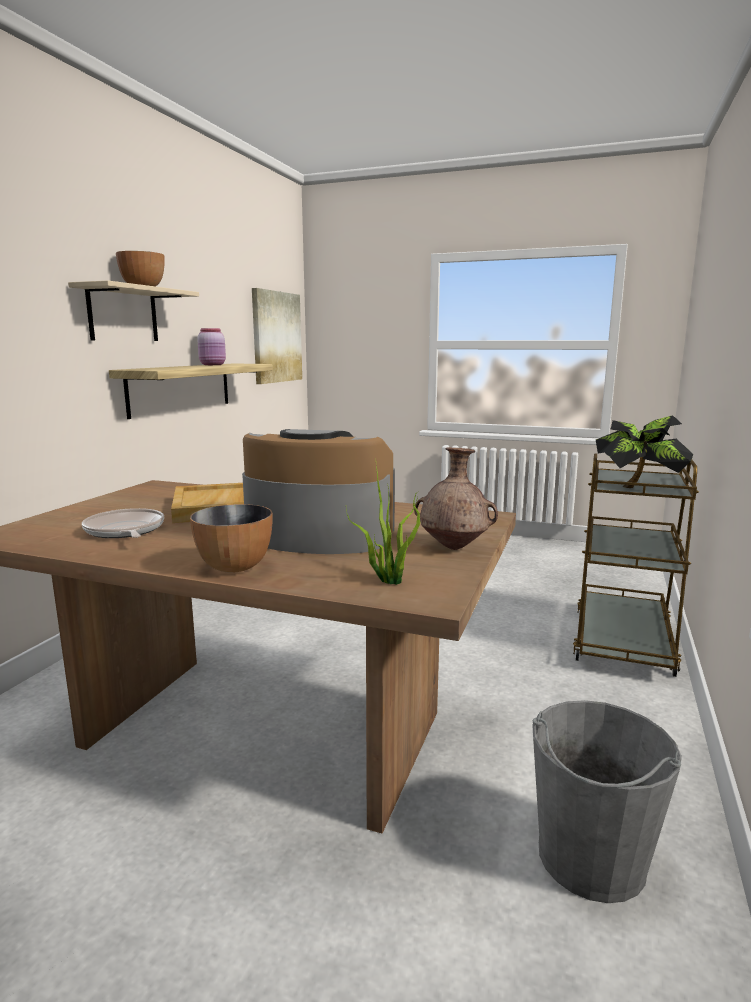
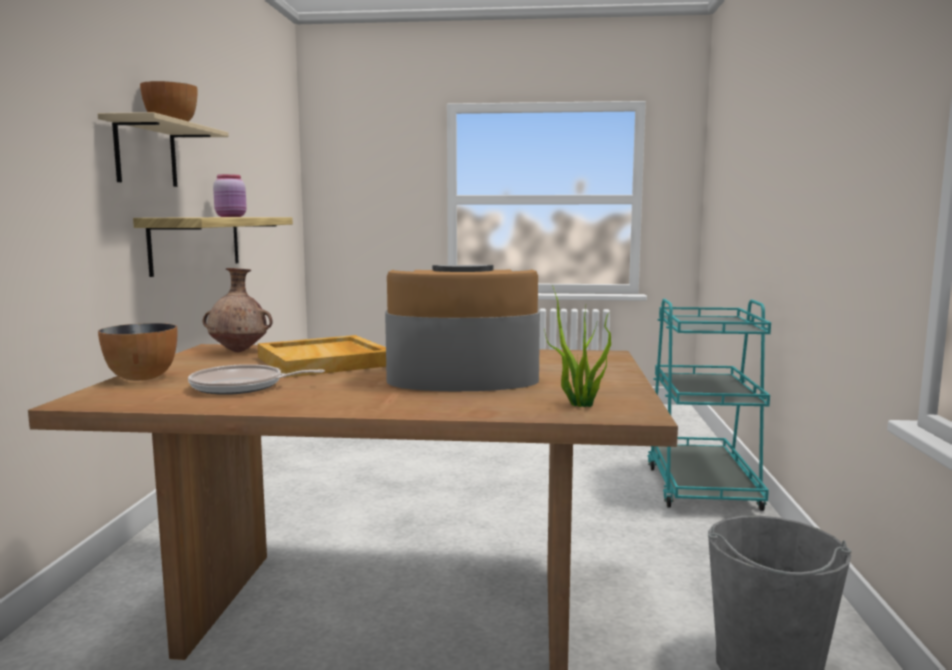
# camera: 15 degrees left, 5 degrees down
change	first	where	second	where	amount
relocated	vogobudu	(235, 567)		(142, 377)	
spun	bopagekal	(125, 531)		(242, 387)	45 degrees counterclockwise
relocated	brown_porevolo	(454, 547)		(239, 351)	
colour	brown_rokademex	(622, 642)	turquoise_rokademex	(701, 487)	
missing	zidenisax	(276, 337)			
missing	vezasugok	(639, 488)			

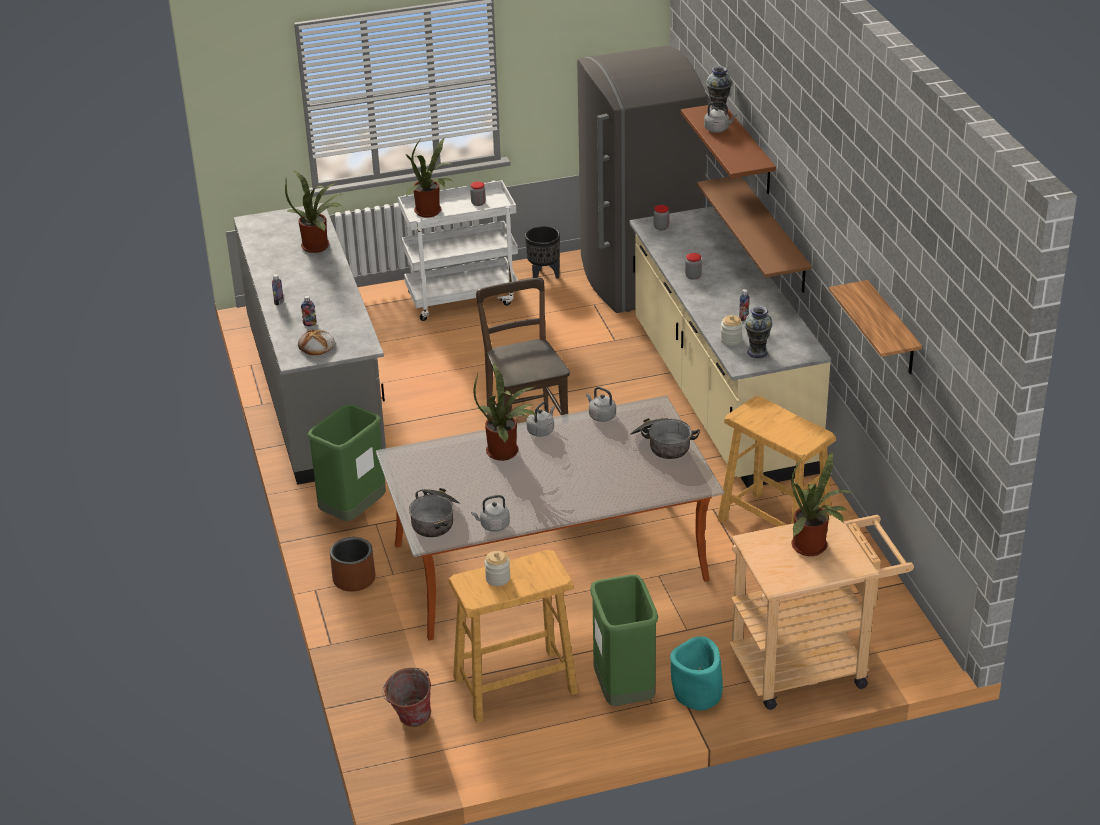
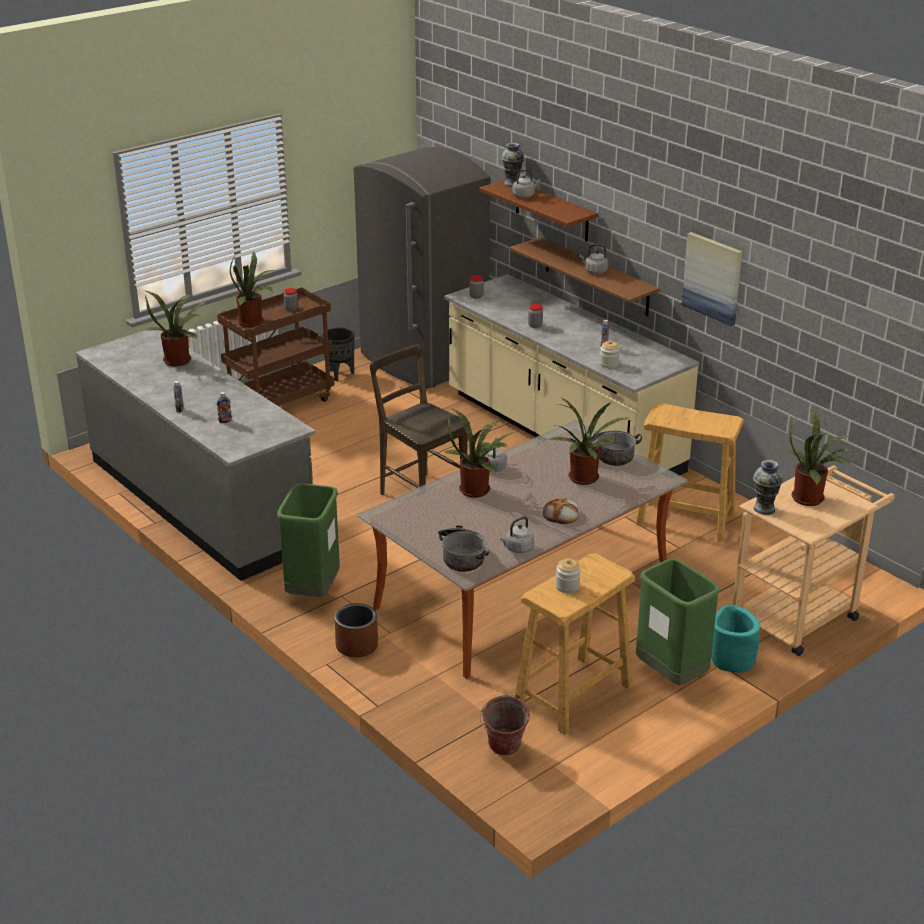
# camera: 25 degrees left, 5 degrees down
change	first	where	second	where	amount
colour	white_rokademex	(463, 298)	brown_rokademex	(280, 403)	
relocated	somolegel	(316, 346)		(561, 515)	
appeared			vezasugok	(583, 480)	
relocated	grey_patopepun	(601, 416)		(594, 271)	
appeared			zidenisax	(713, 278)	
relocated	porevolo	(757, 352)		(764, 509)	
missing	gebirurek	(892, 330)			

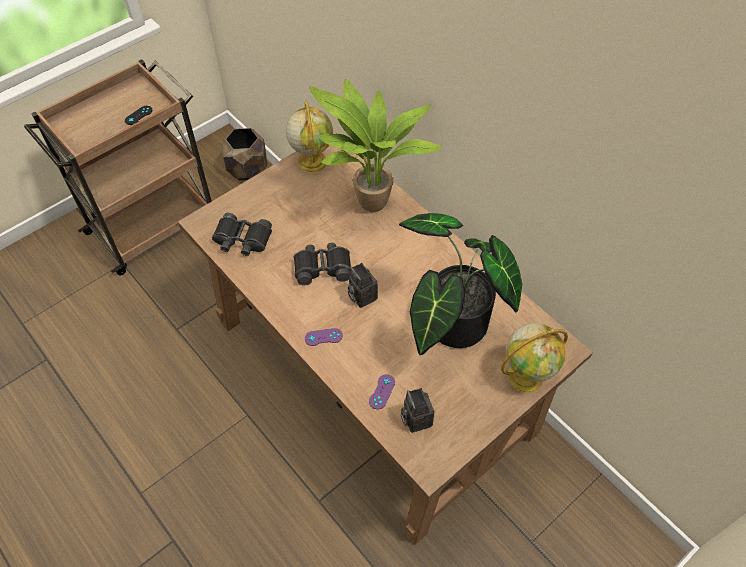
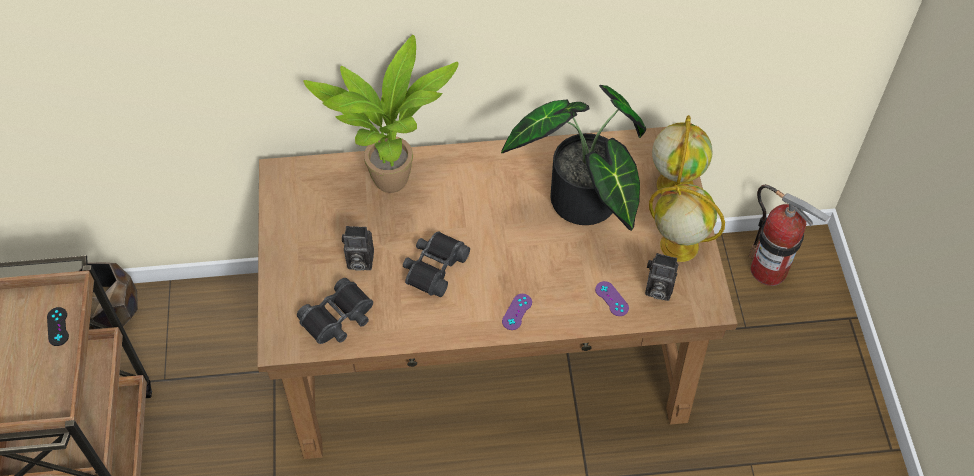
# camera: 55 degrees left, 0 degrees up
change	first	where	second	where	amount
relocated	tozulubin	(361, 296)		(358, 261)	
relocated	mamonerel	(312, 161)		(677, 245)	
appeared			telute	(769, 270)	

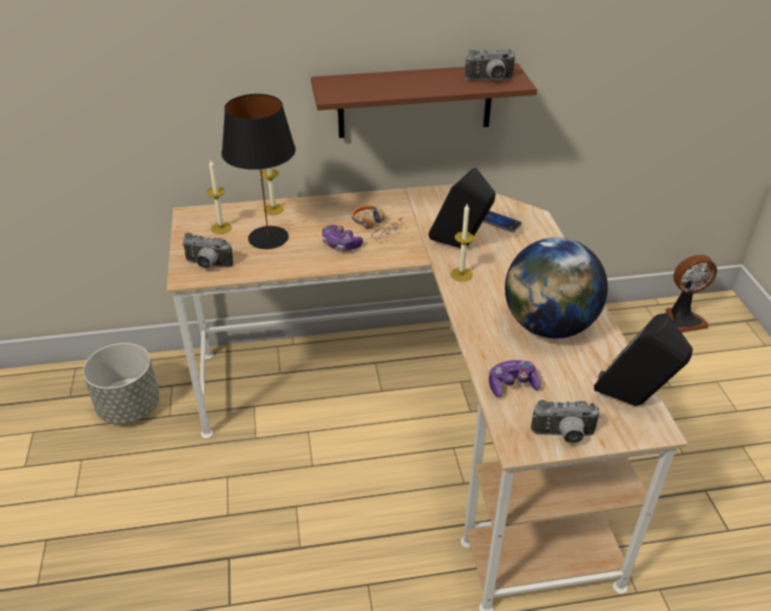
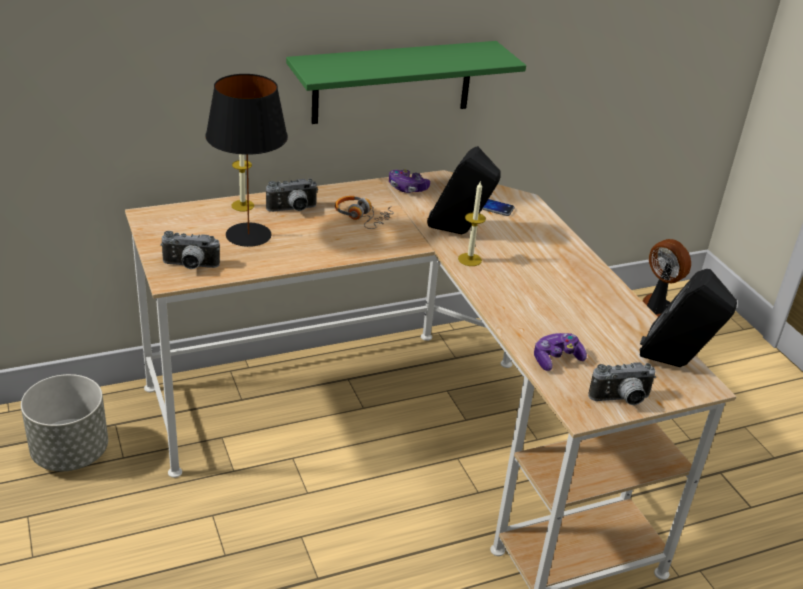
# camera: 15 degrees left, 5 degrees down
change	first	where	second	where	amount
relocated	tozulubin	(490, 80)		(293, 210)	
colour	brown_gebirurek	(415, 101)	green_gebirurek	(392, 82)	
relocated	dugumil	(340, 244)		(407, 188)	
spun	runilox	(682, 319)		(657, 310)	105 degrees counterclockwise
missing	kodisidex	(221, 228)			
missing	mamonerel	(548, 326)			

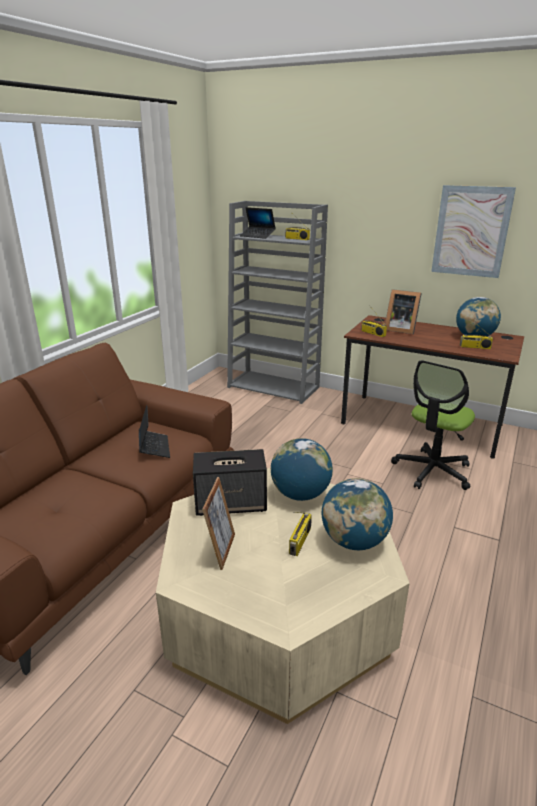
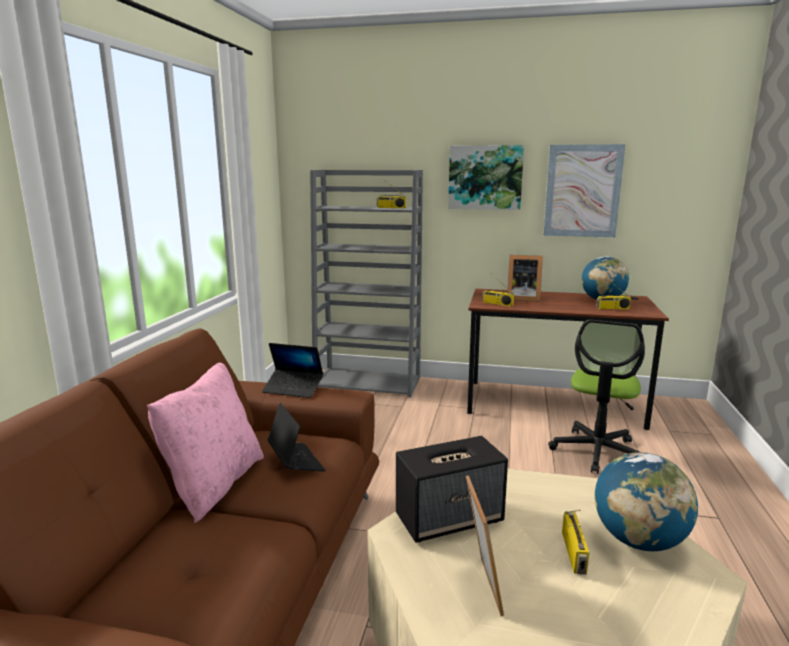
# camera: 15 degrees left, 10 degrees down
change	first	where	second	where	amount
appeared			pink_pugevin	(213, 484)	
relocated	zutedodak	(257, 236)		(293, 389)	
appeared			zidenisax	(485, 177)	
missing	mamonerel	(300, 494)			

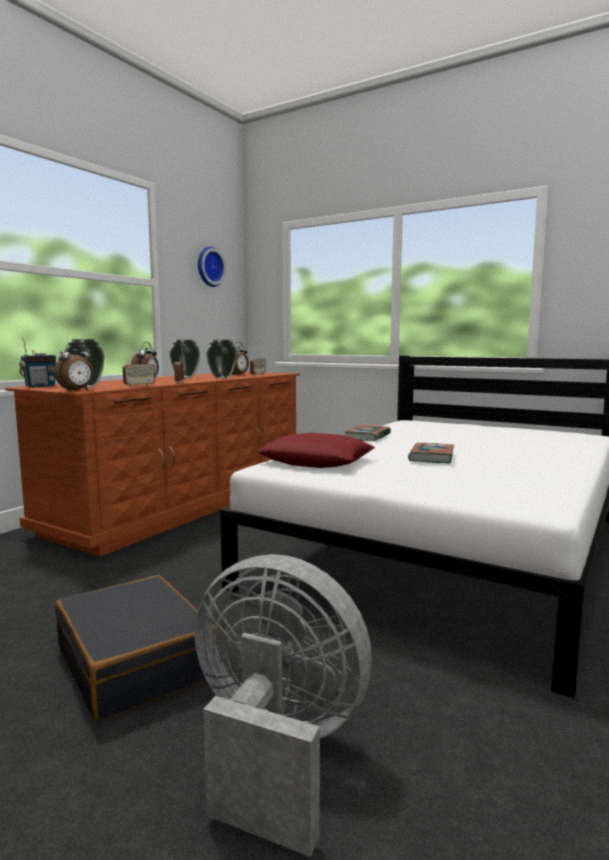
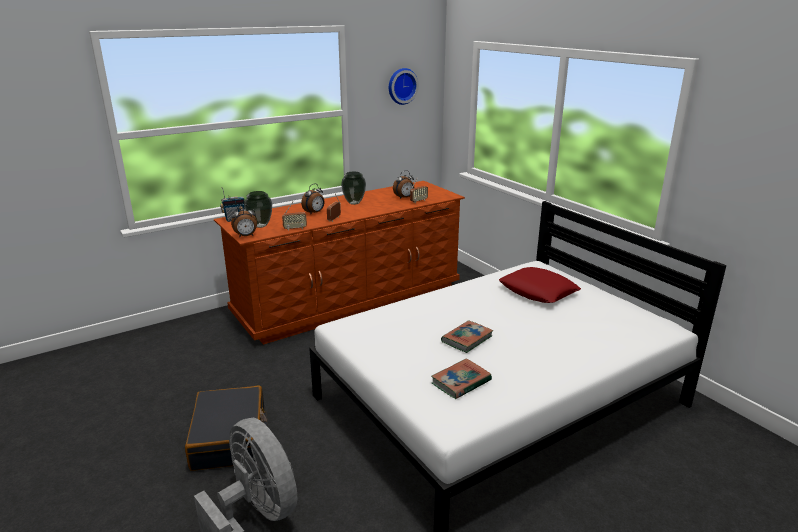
# camera: 25 degrees right, 15 degrees up
change	first	where	second	where	amount
relocated	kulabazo	(368, 436)		(461, 382)	
relocated	red_pugevin	(316, 461)		(538, 291)	
missing	porevolo	(221, 378)			

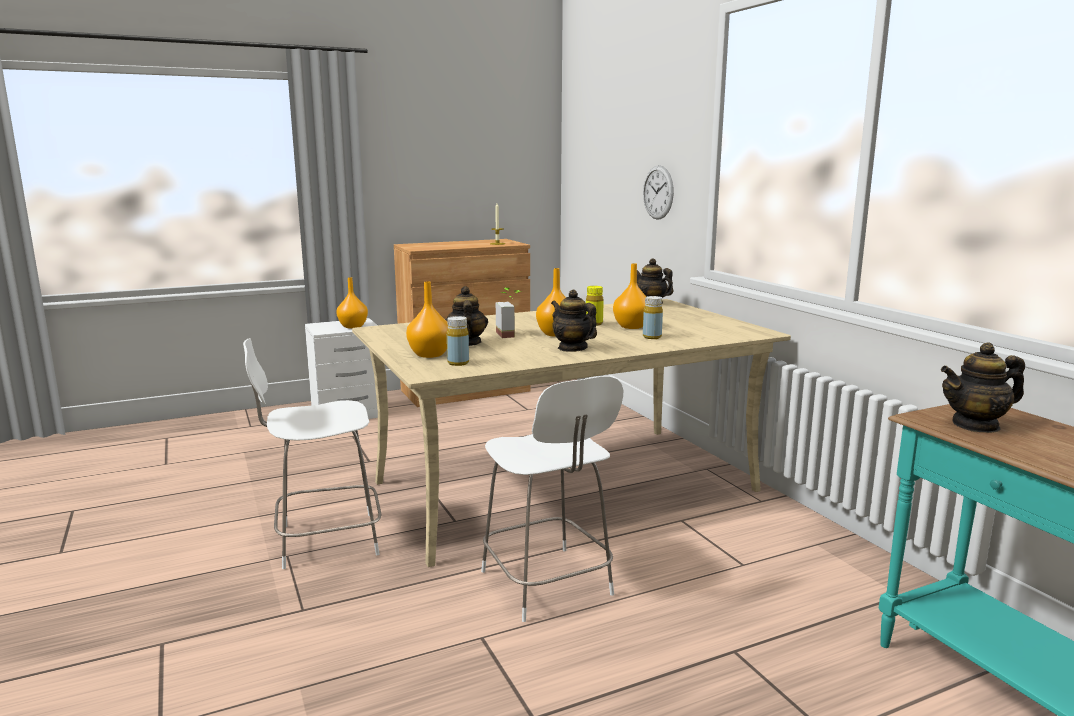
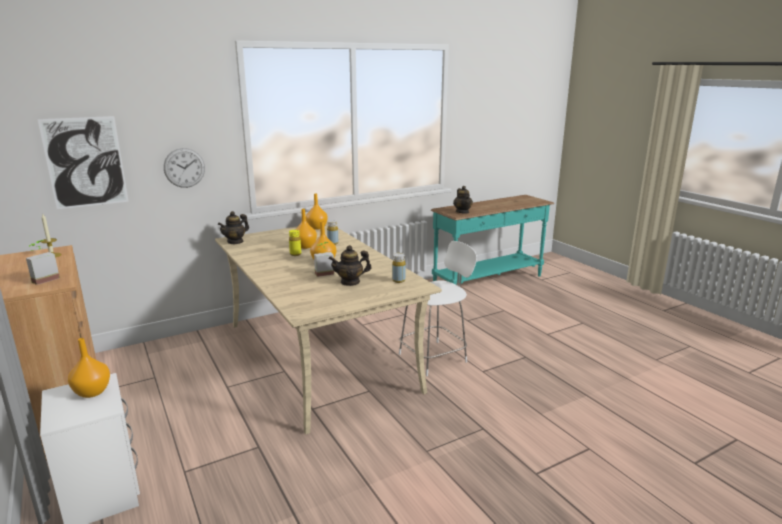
# camera: 95 degrees left, 5 degrees up
change	first	where	second	where	amount
appeared			vezasugok	(43, 279)	
appeared			zidenisax	(85, 162)	
relocated	orange_porevolo	(429, 354)		(317, 228)	
missing	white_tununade	(324, 540)			
missing	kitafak	(572, 348)			

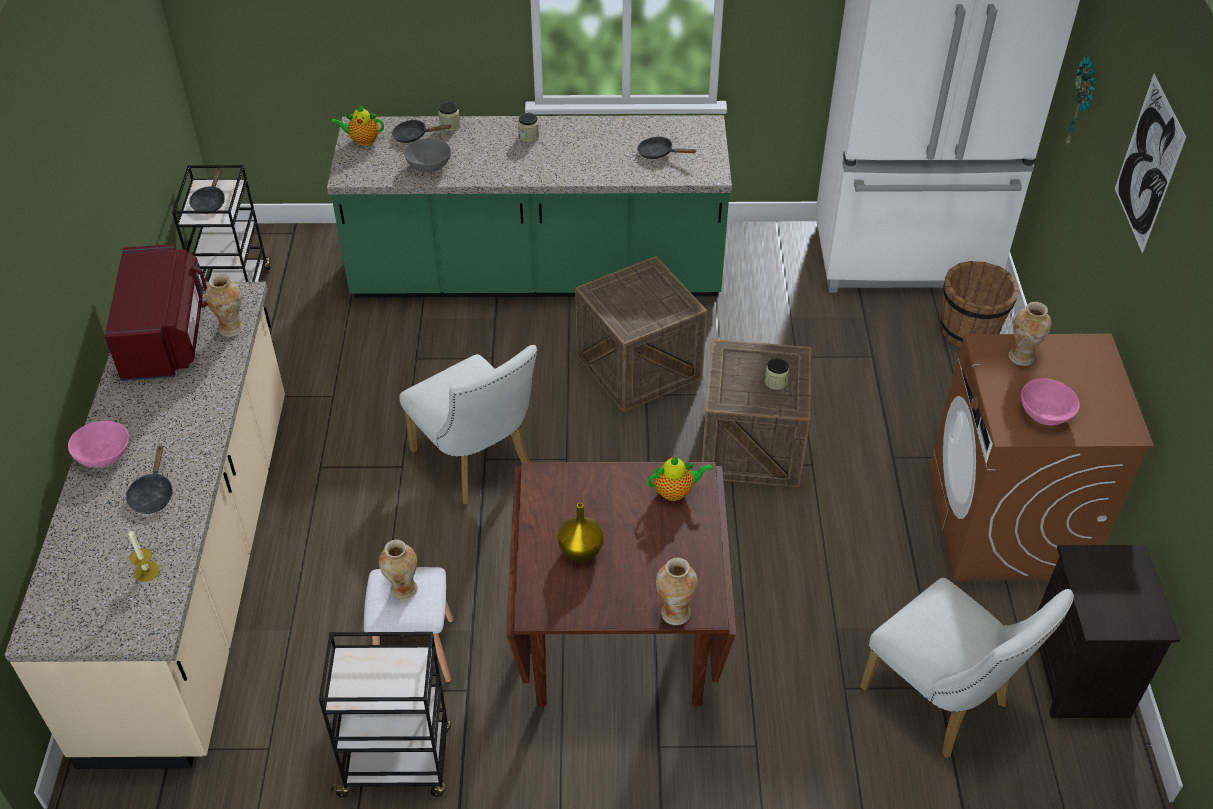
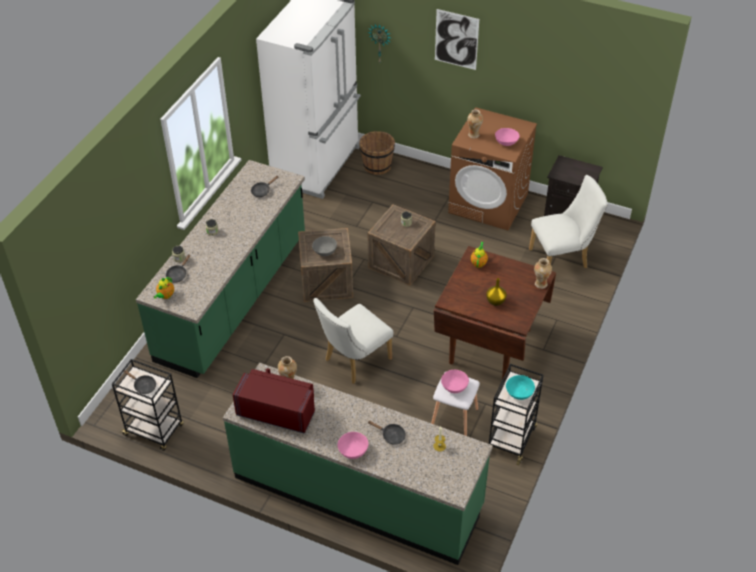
# camera: 65 degrees left, 0 degrees up
change	first	where	second	where	amount
colour	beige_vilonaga	(196, 568)	green_vilonaga	(358, 491)	
relocated	grey_vogobudu	(428, 165)		(324, 251)	
spun	white_tununade	(477, 464)		(354, 361)	150 degrees clockwise
exchanged	porevolo	(403, 590)	pink_vogobudu	(454, 386)	
appeared			turquoise_vogobudu	(519, 393)	

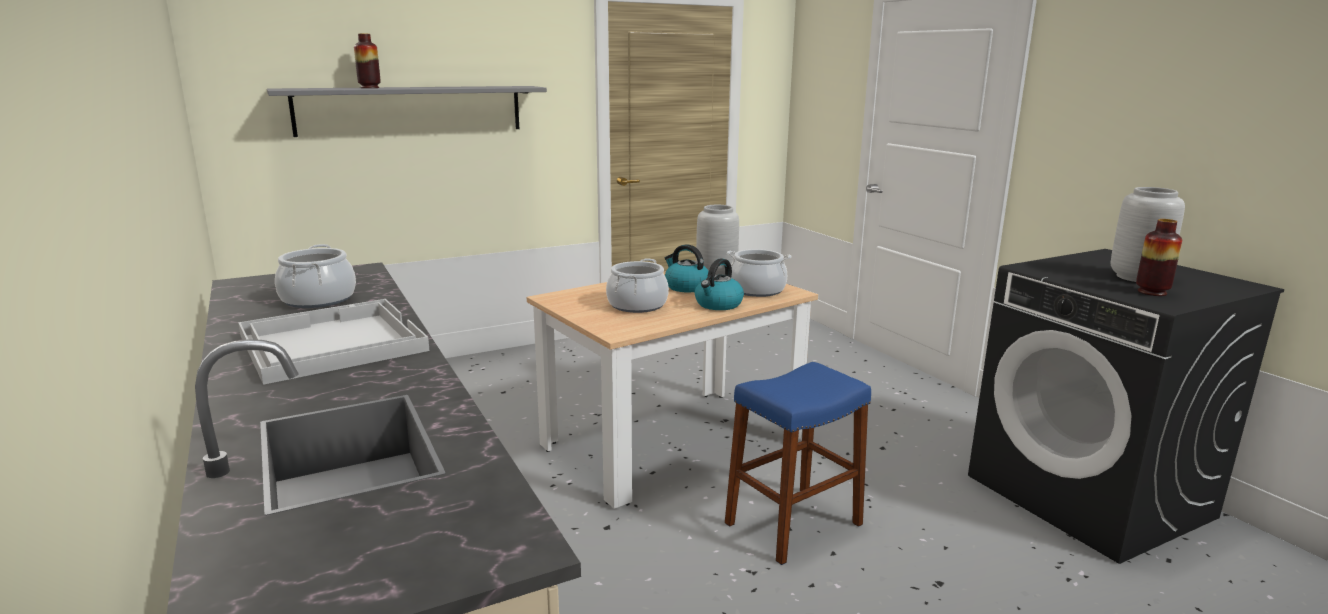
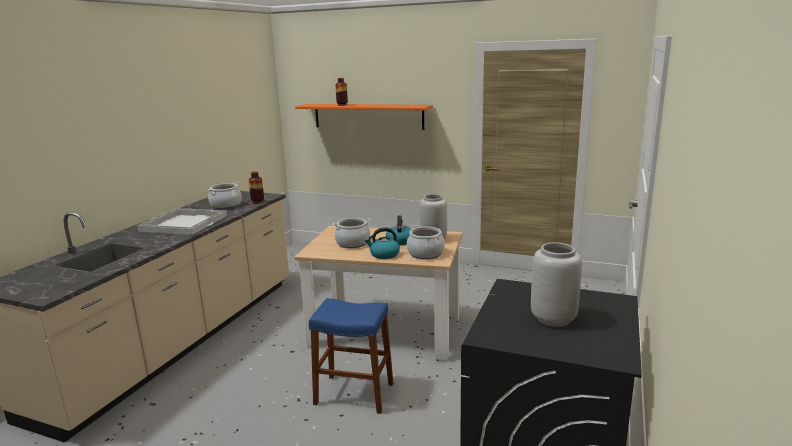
# camera: 50 degrees right, 0 degrees up
change	first	where	second	where	amount
relocated	porevolo	(1152, 292)		(257, 202)	
colour	grey_gebirurek	(411, 110)	orange_gebirurek	(368, 116)	

